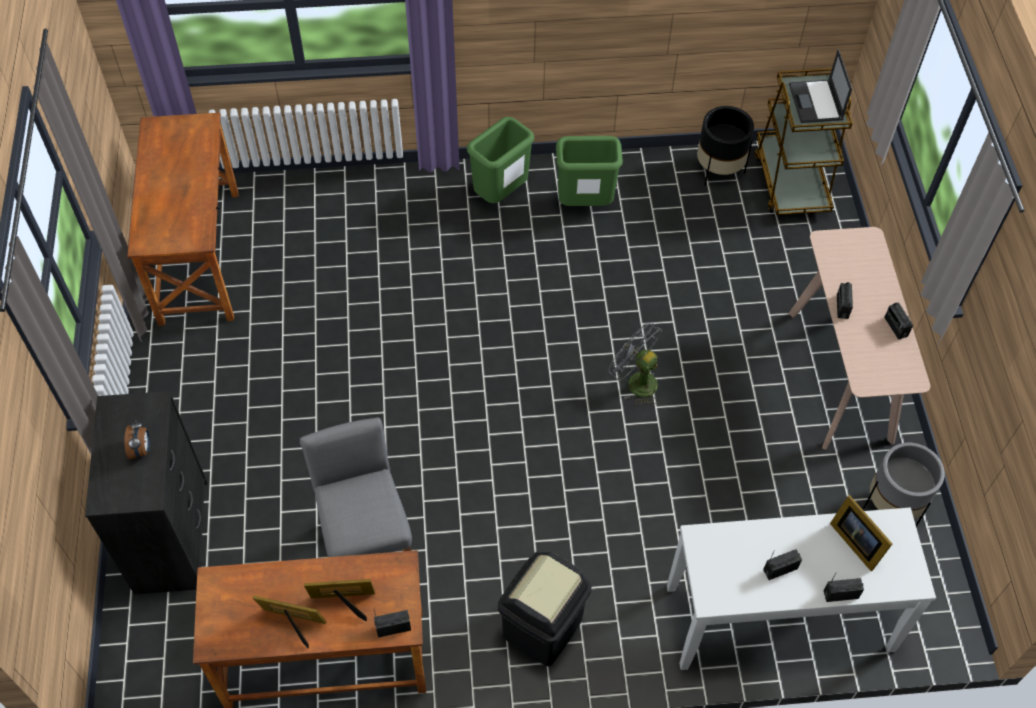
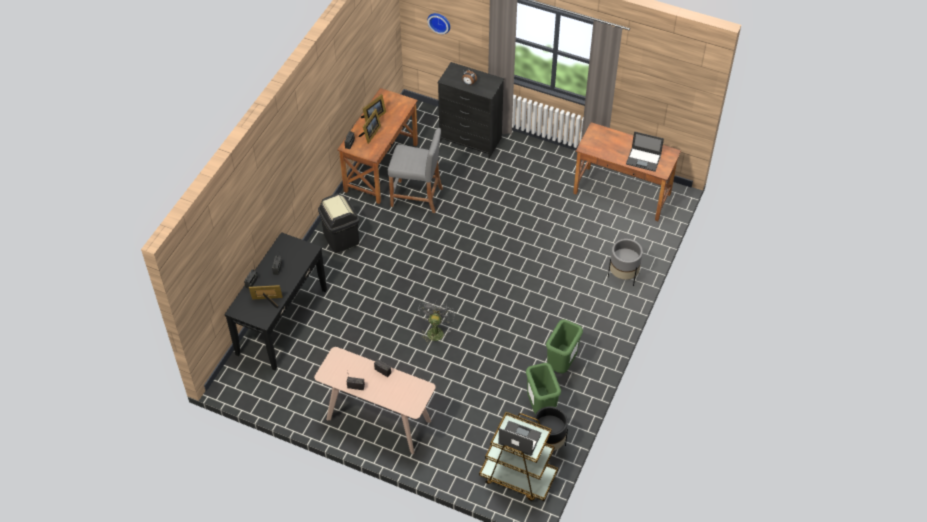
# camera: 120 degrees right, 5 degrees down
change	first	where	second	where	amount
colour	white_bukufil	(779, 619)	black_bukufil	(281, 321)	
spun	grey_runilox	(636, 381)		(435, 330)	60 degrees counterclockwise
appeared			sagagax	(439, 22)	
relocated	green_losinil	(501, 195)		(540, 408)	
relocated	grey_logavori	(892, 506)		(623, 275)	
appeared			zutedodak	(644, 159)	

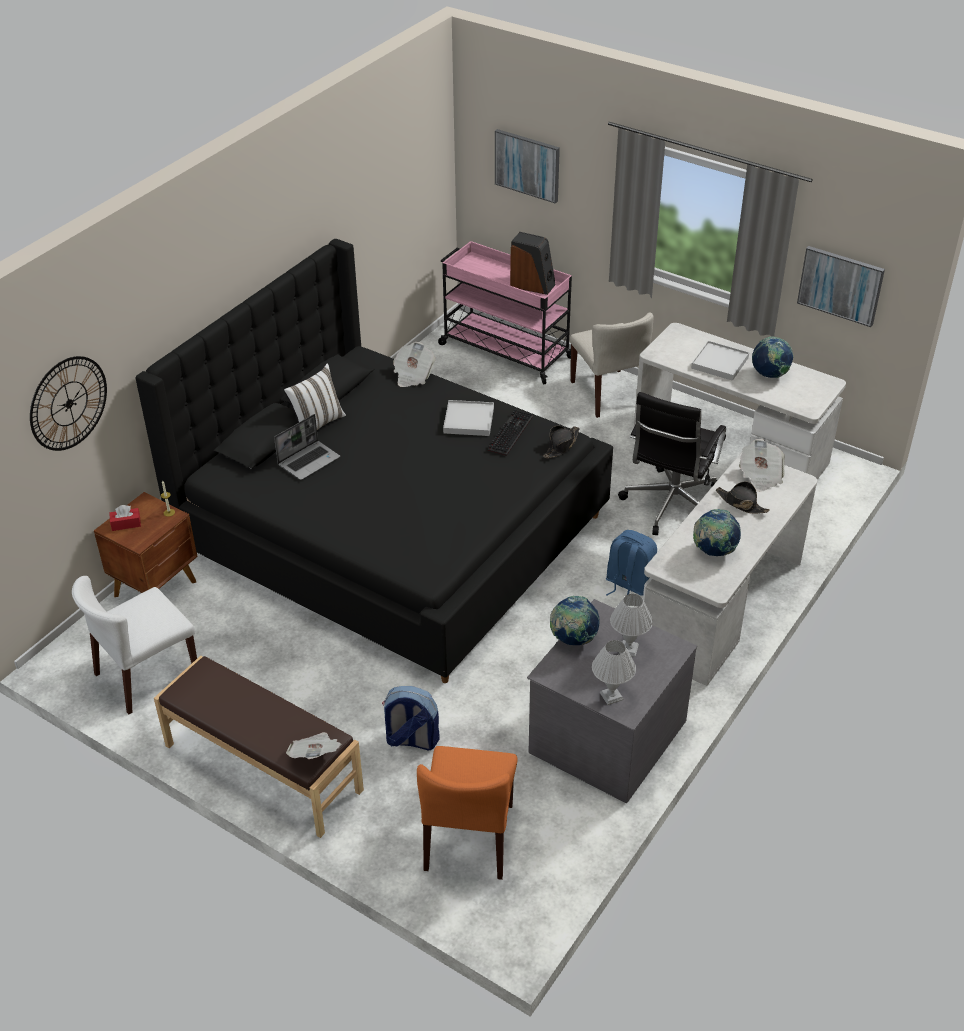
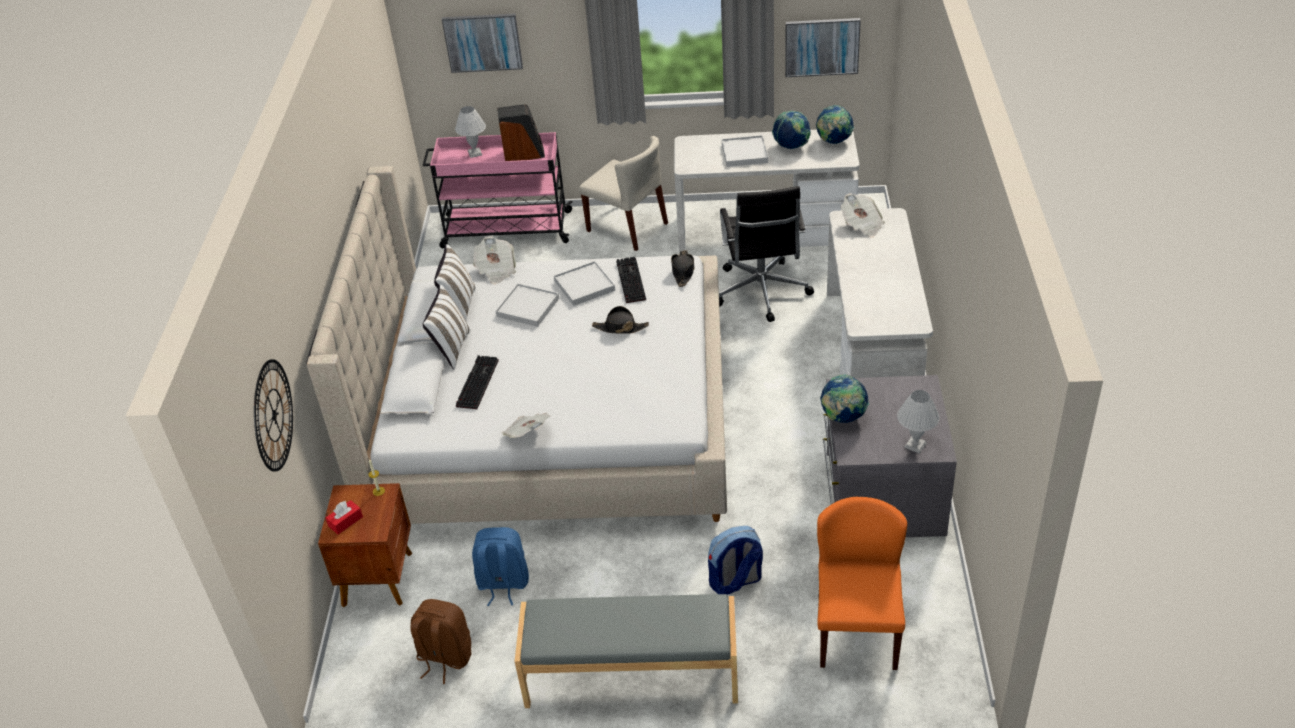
# camera: 30 degrees left, 0 degrees up
change	first	where	second	where	amount
colour	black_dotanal	(392, 531)	beige_dotanal	(552, 422)	
exchanged	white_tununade	(146, 674)	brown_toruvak	(444, 657)	
appeared			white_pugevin	(459, 306)	
relocated	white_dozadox	(628, 649)		(475, 153)	
exchanged	zutedodak	(309, 461)	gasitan	(476, 382)	
relocated	blue_toruvak	(628, 585)		(502, 583)	
appeared			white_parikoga	(528, 307)	
relocated	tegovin	(315, 755)		(527, 434)	
colour	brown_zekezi	(262, 768)	grey_zekezi	(631, 676)	
relocated	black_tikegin	(741, 503)		(620, 328)	
relocated	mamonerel	(714, 551)		(833, 142)	
spun	orange_tununade	(469, 837)		(856, 631)	150 degrees counterclockwise

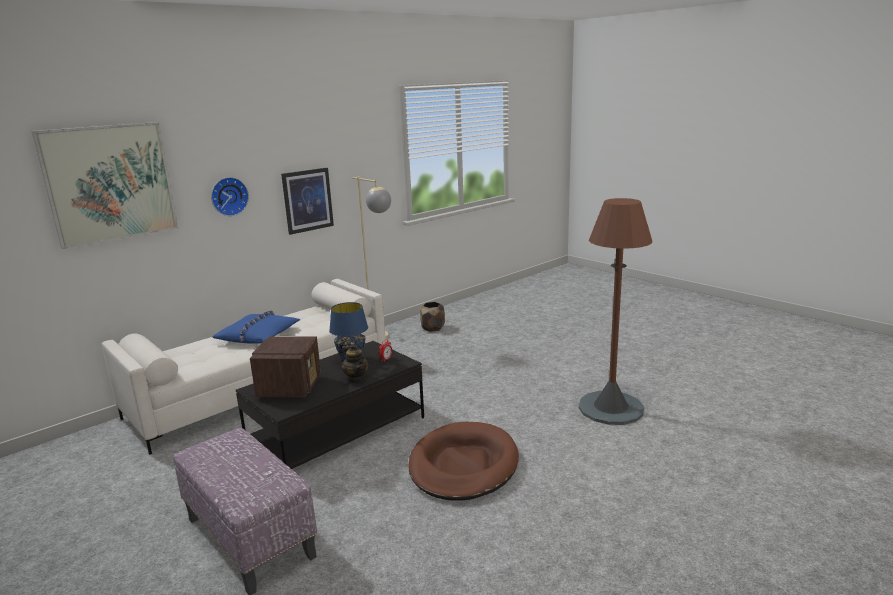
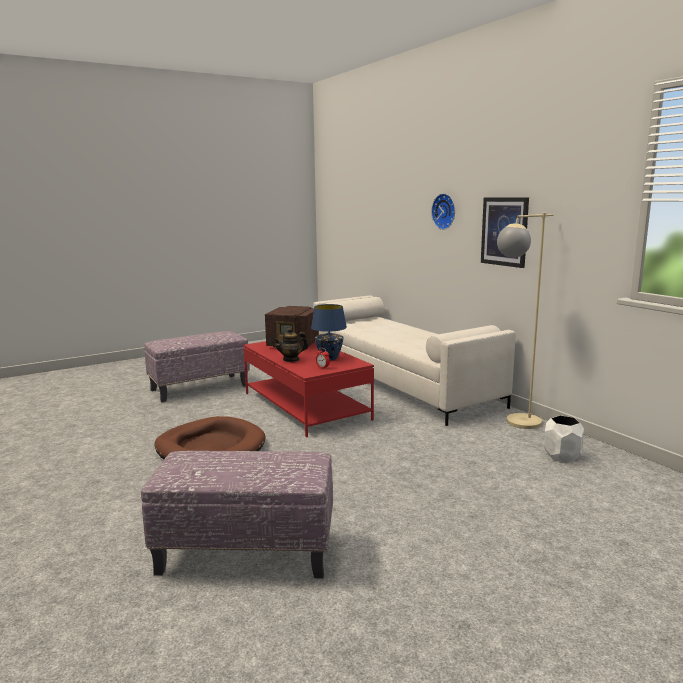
# camera: 100 degrees right, 5 degrees down
change	first	where	second	where	amount
exchanged	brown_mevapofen	(610, 408)	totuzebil	(247, 551)	
colour	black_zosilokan	(337, 432)	red_zosilokan	(306, 406)	
colour	brown_logavori	(432, 328)	white_logavori	(562, 456)	
missing	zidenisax	(110, 183)			
missing	blue_pugevin	(258, 336)			

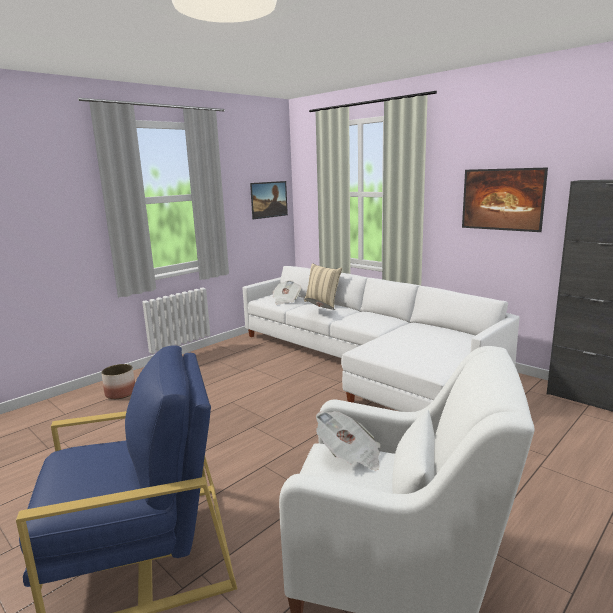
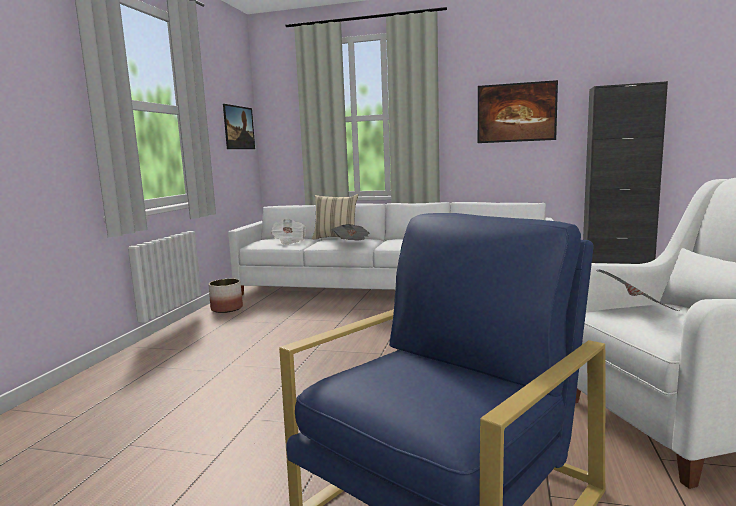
# camera: 30 degrees left, 5 degrees down
change	first	where	second	where	amount
relocated	logavori	(121, 393)		(227, 308)	

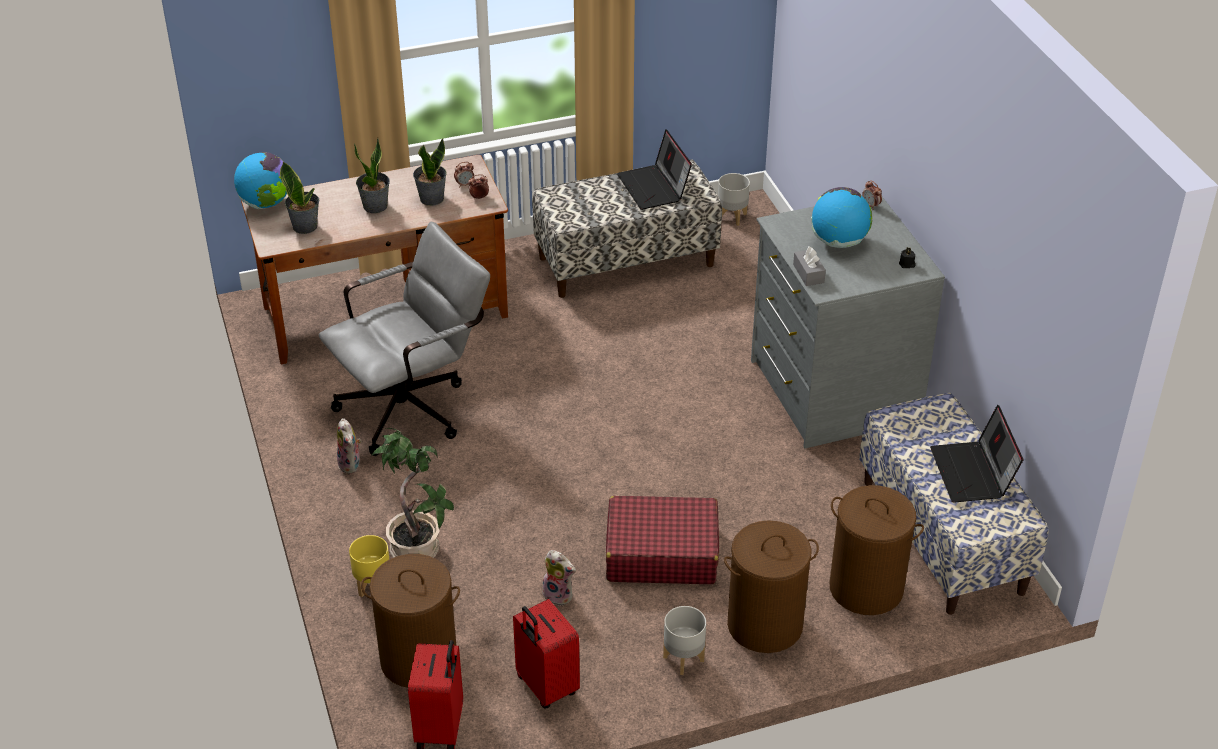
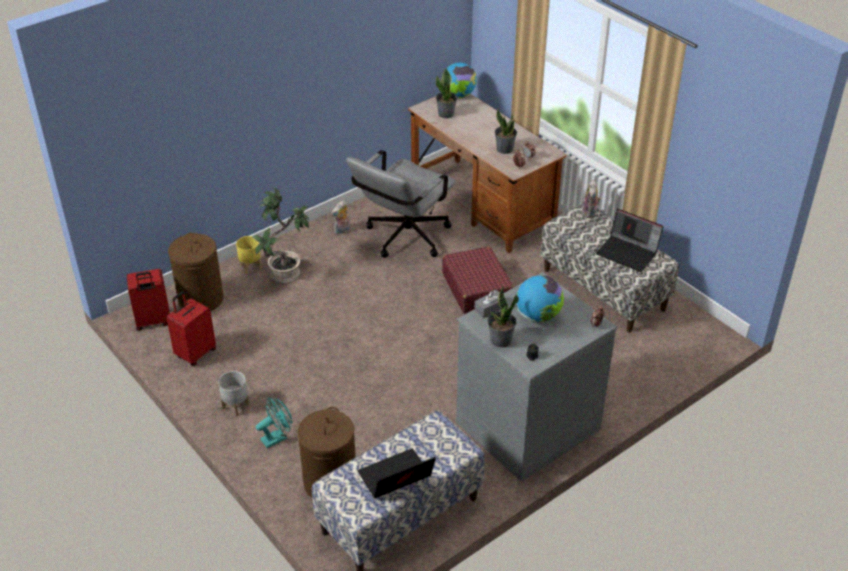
# camera: 70 degrees right, 0 degrees up
change	first	where	second	where	amount
exchanged	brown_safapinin	(764, 625)	turquoise_runilox	(277, 437)	
spun	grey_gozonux	(414, 407)		(403, 239)	90 degrees clockwise
relocated	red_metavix	(661, 553)		(476, 288)	
relocated	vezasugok	(375, 206)		(500, 340)	
relocated	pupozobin	(559, 595)		(590, 213)	
spun	zutedodak	(654, 188)		(628, 253)	105 degrees counterclockwise
missing	grey_logavori	(731, 217)			

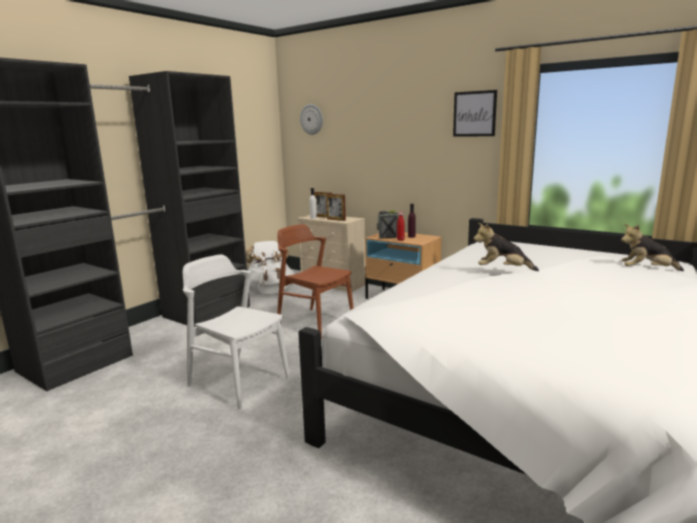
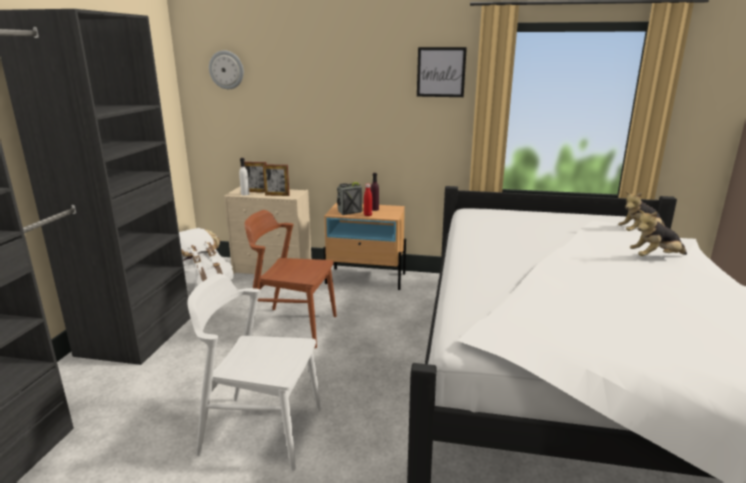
# camera: 25 degrees left, 5 degrees up
change	first	where	second	where	amount
relocated	pupozobin	(502, 270)		(655, 258)	

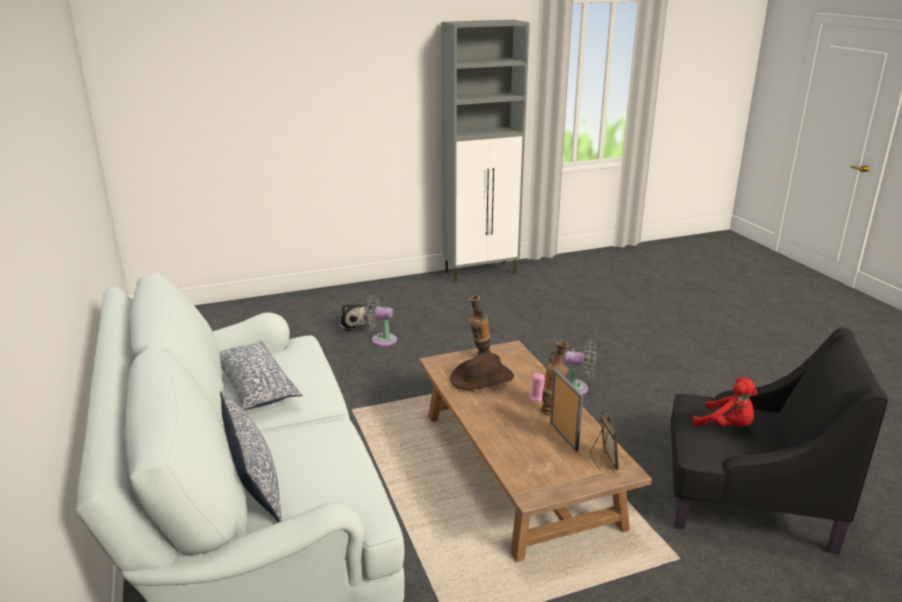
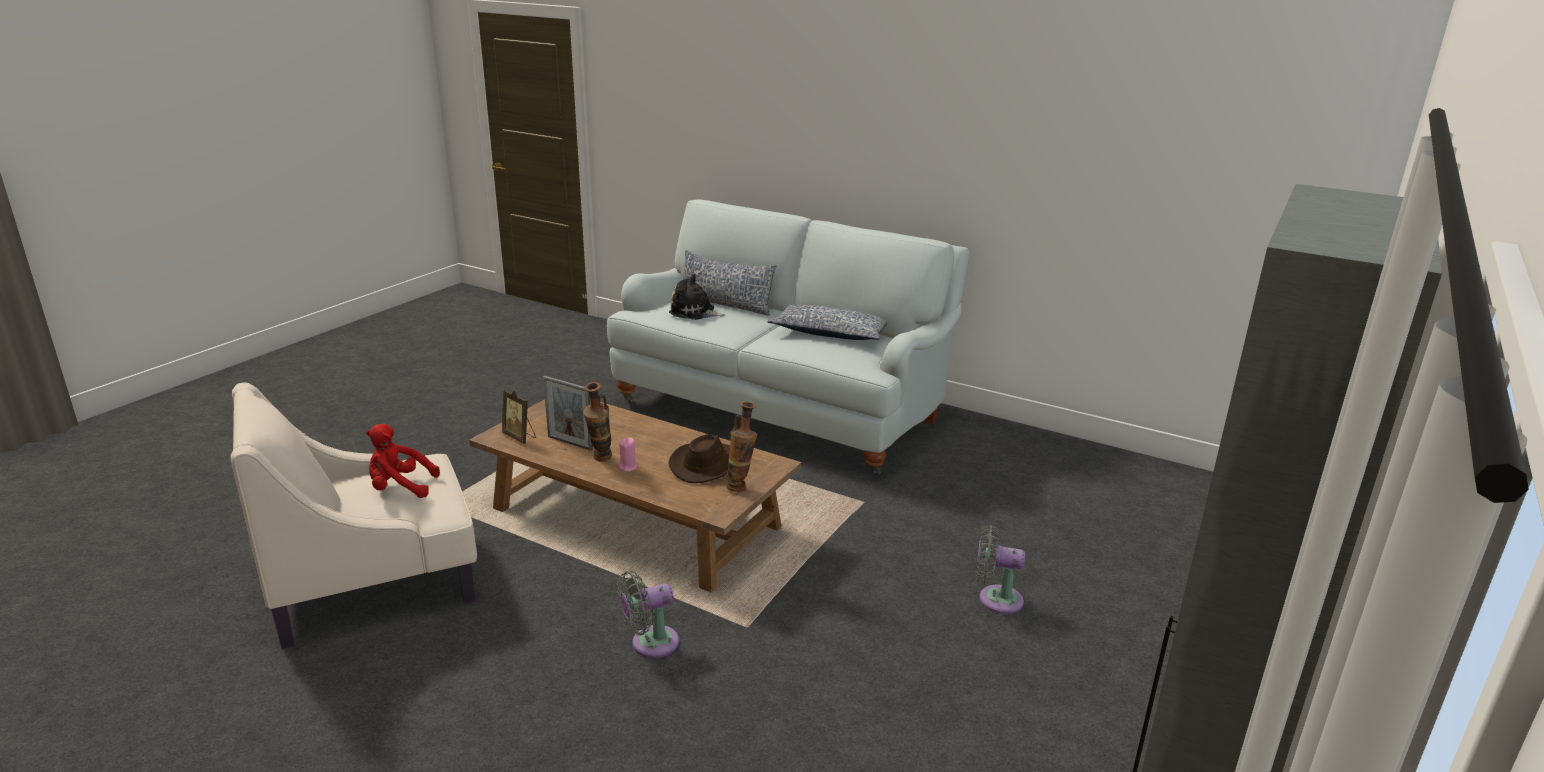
# camera: 140 degrees right, 0 degrees up
change	first	where	second	where	amount
colour	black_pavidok	(745, 498)	beige_pavidok	(376, 581)	
relocated	pupozobin	(355, 323)		(694, 312)	
spun	grey_runilox	(381, 340)		(995, 599)	135 degrees counterclockwise

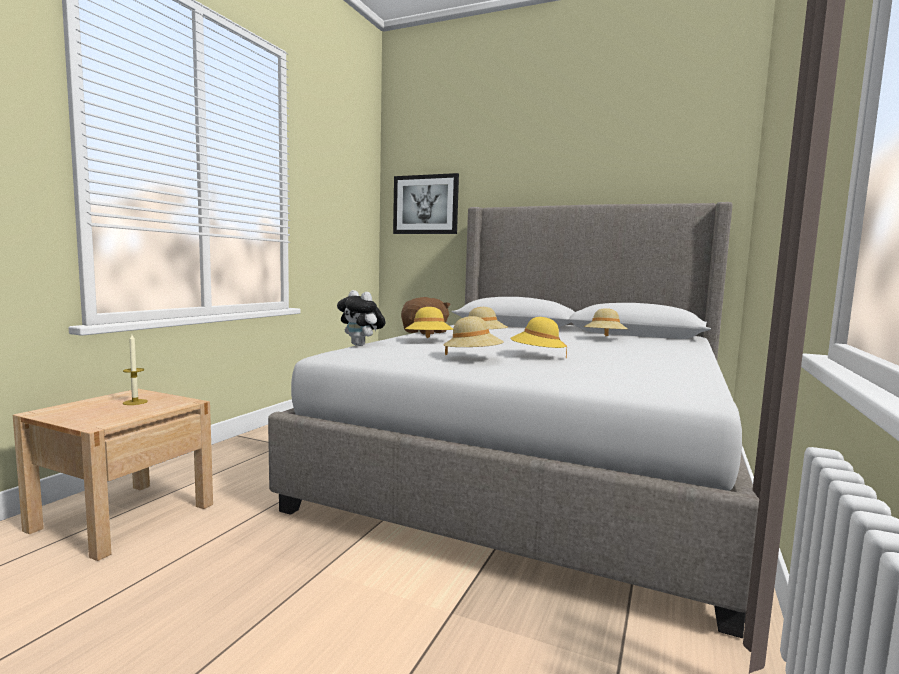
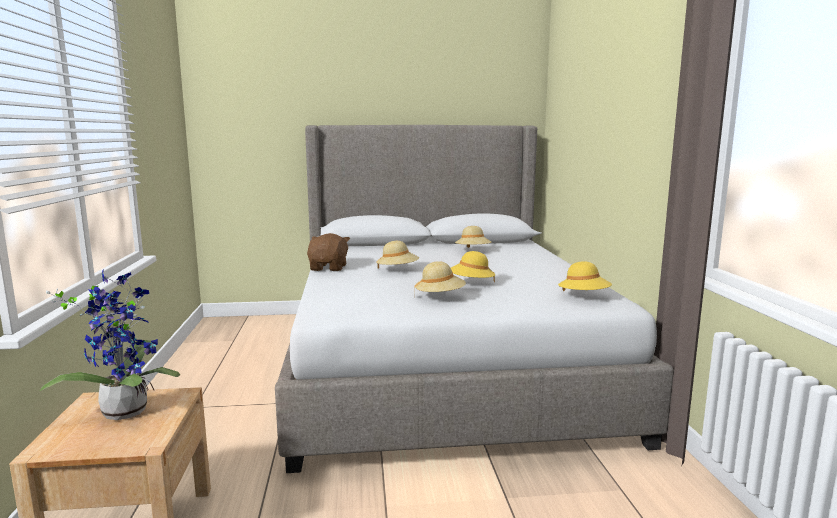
# camera: 30 degrees left, 5 degrees up
change	first	where	second	where	amount
exchanged	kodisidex	(135, 402)	vezasugok	(125, 409)	
relocated	yellow_tikegin	(429, 341)		(584, 297)	
missing	pupozobin	(361, 345)			
missing	zidenisax	(425, 204)			

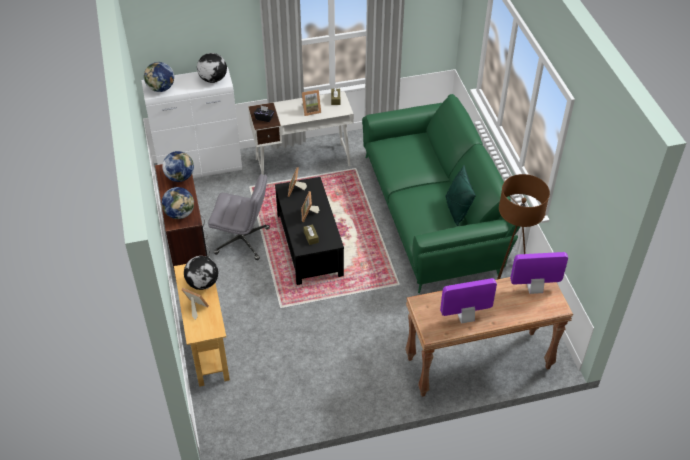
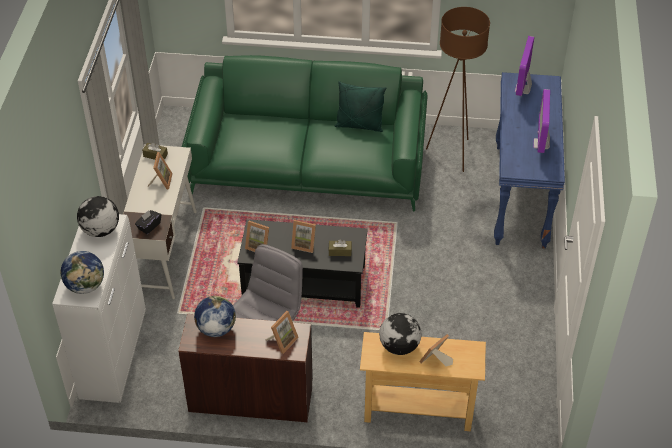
# camera: 70 degrees left, 0 degrees up
change	first	where	second	where	amount
exchanged	mamonerel	(180, 214)	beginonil	(282, 341)	
colour	brown_bukufil	(478, 364)	blue_bukufil	(521, 196)	

